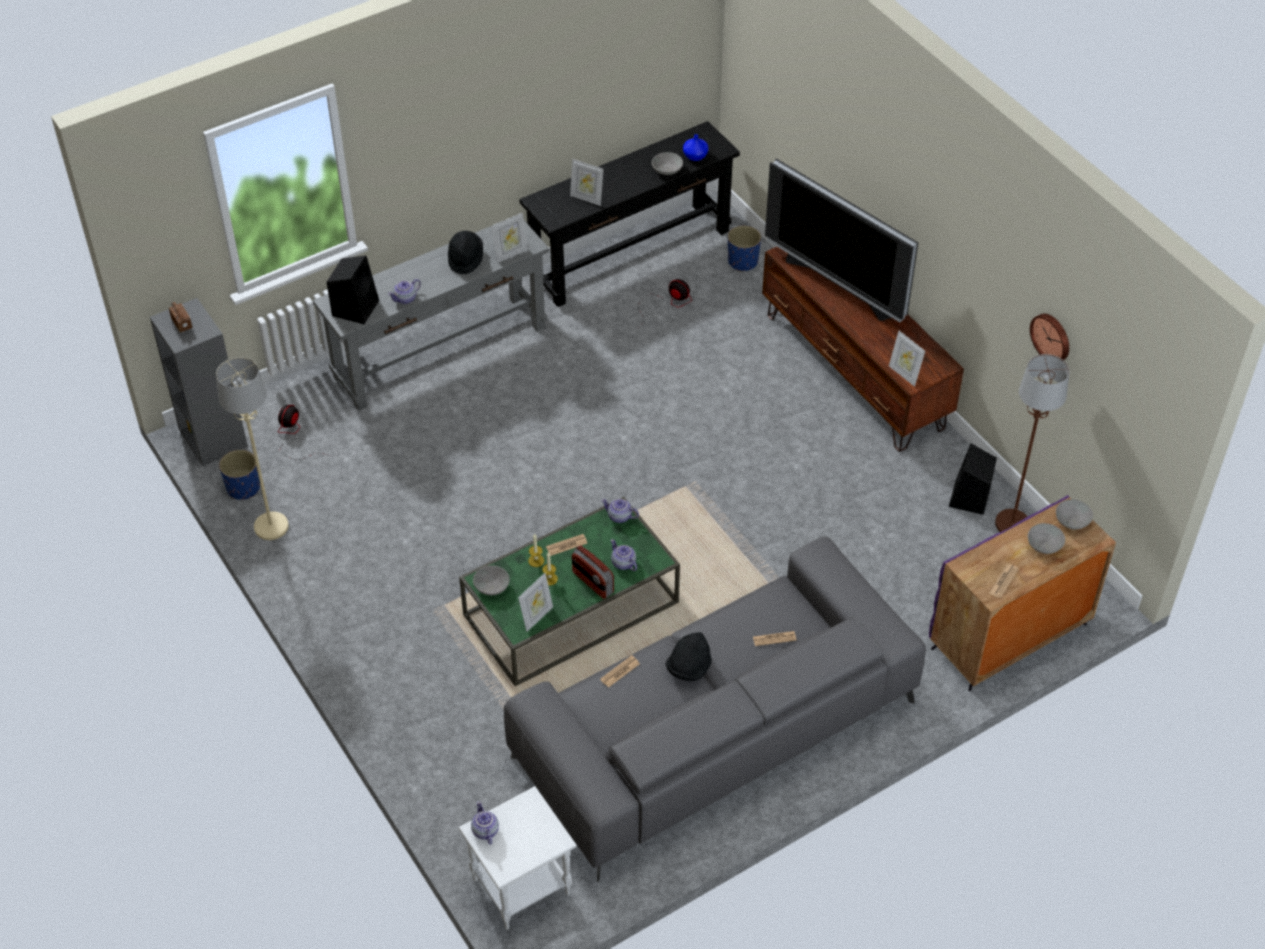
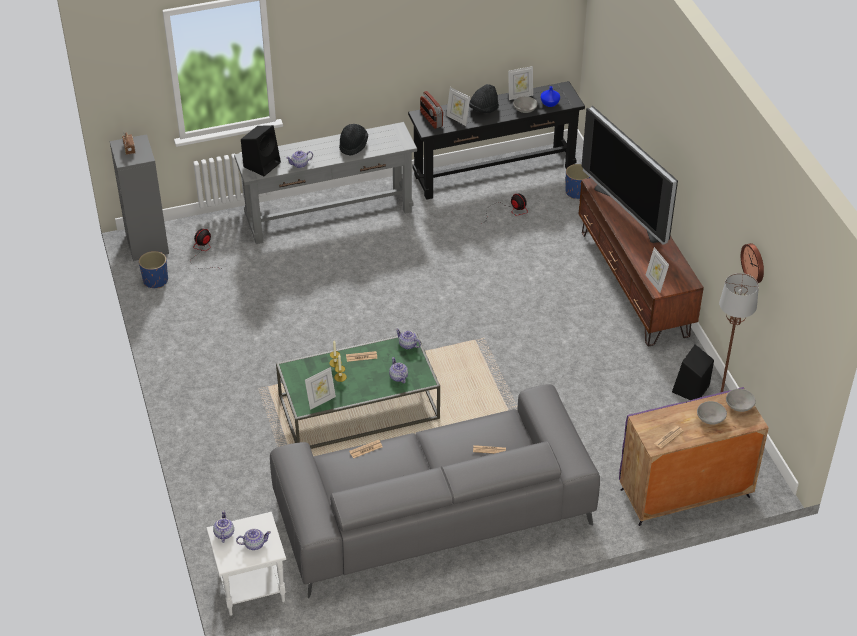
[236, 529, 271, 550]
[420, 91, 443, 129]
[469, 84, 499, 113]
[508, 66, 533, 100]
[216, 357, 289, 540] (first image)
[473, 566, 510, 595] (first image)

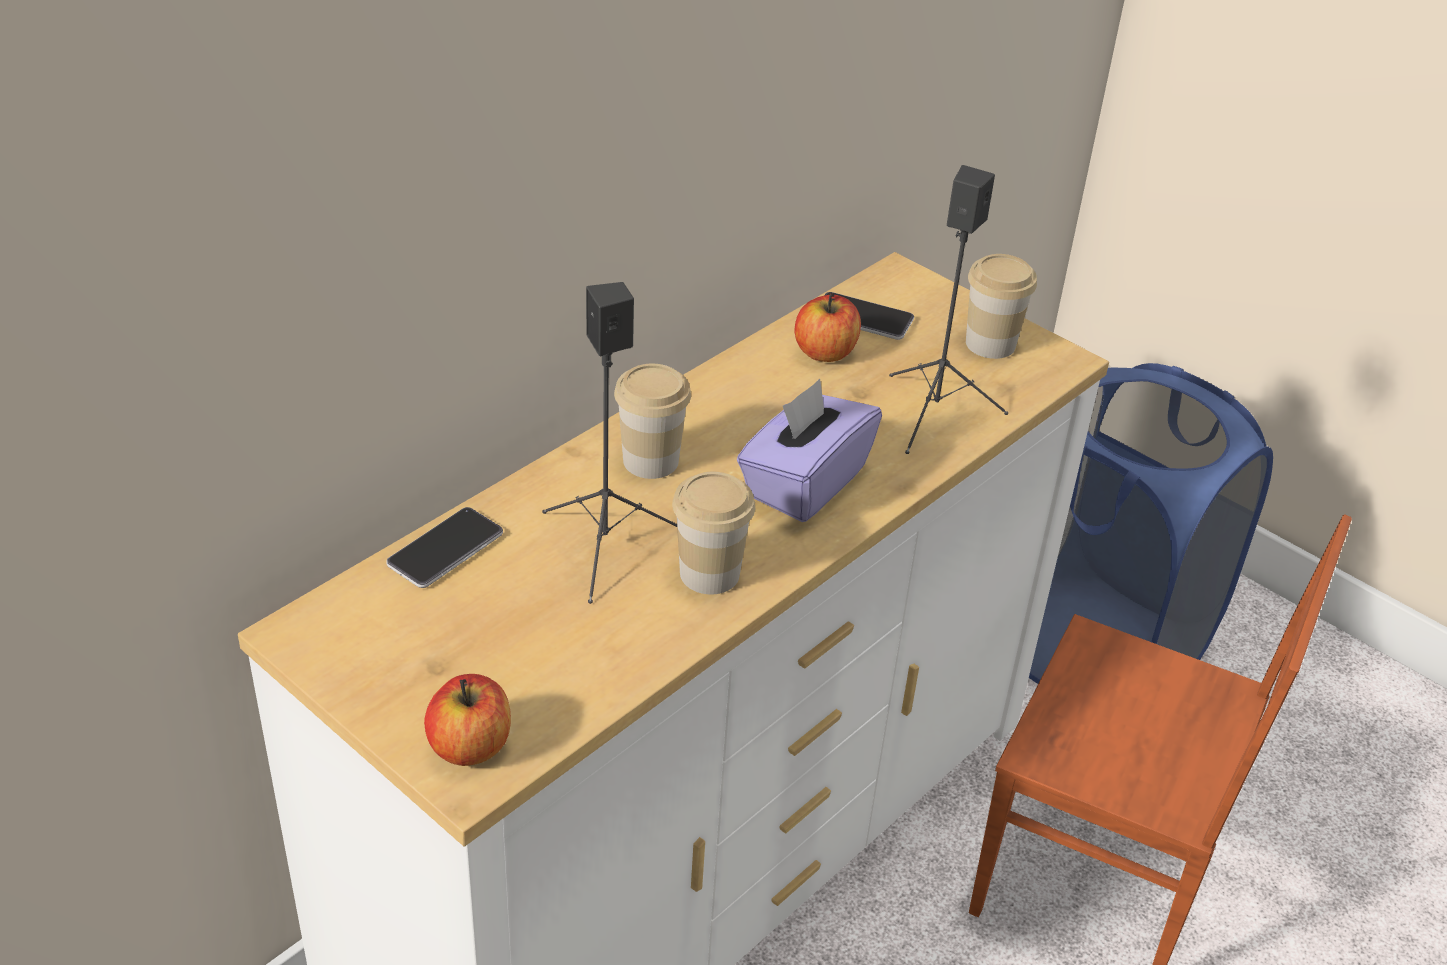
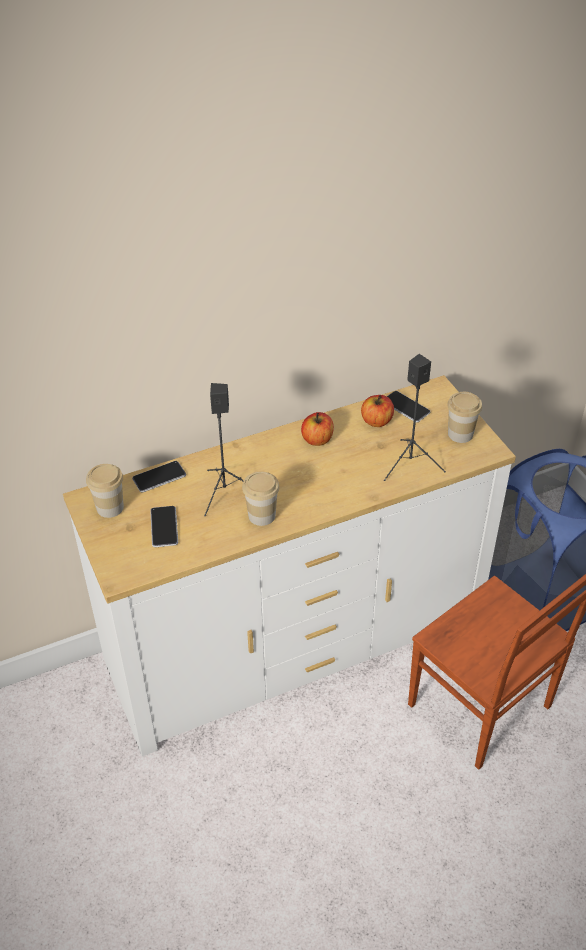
[86, 464, 124, 518]
[150, 506, 178, 547]
[301, 412, 334, 446]
[737, 379, 882, 522] (first image)

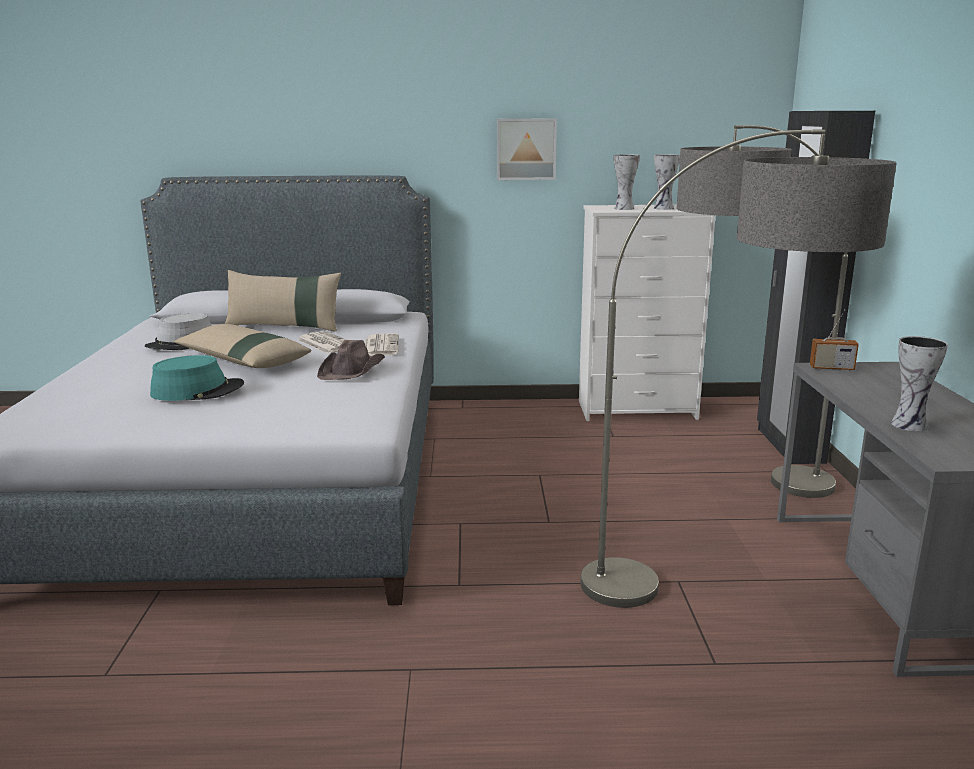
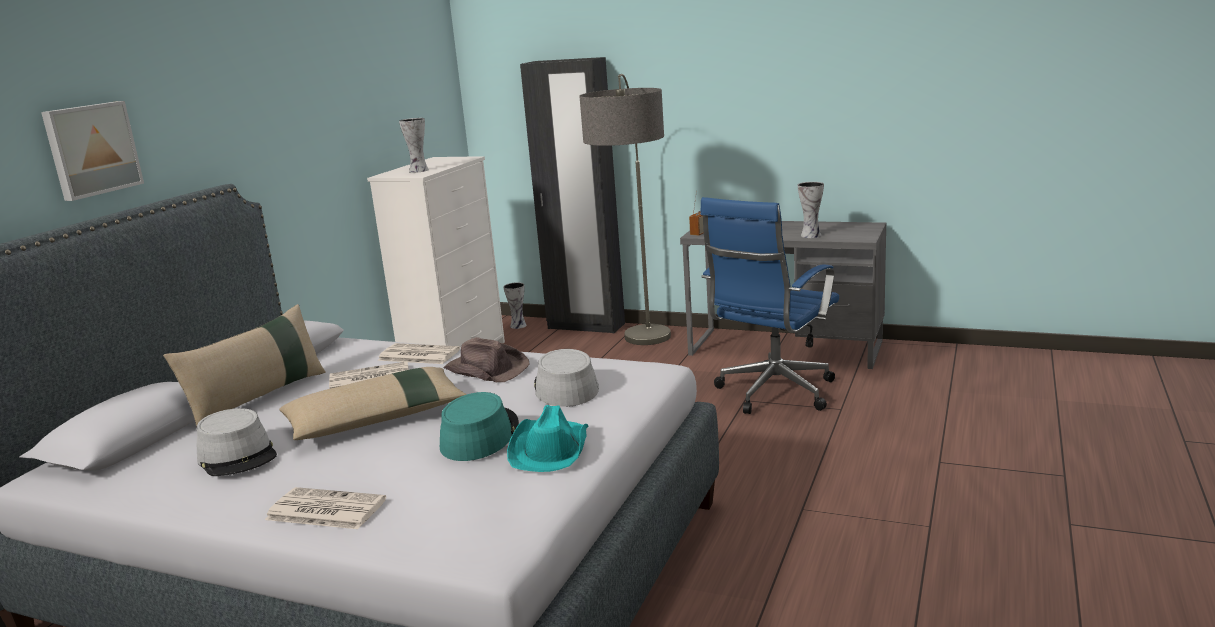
[41, 101, 144, 201]
[265, 487, 386, 529]
[503, 282, 527, 329]
[507, 405, 589, 472]
[534, 349, 599, 407]
[700, 197, 839, 414]

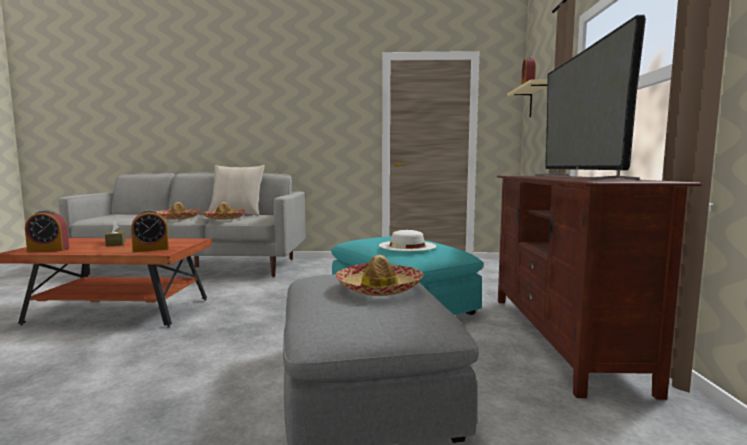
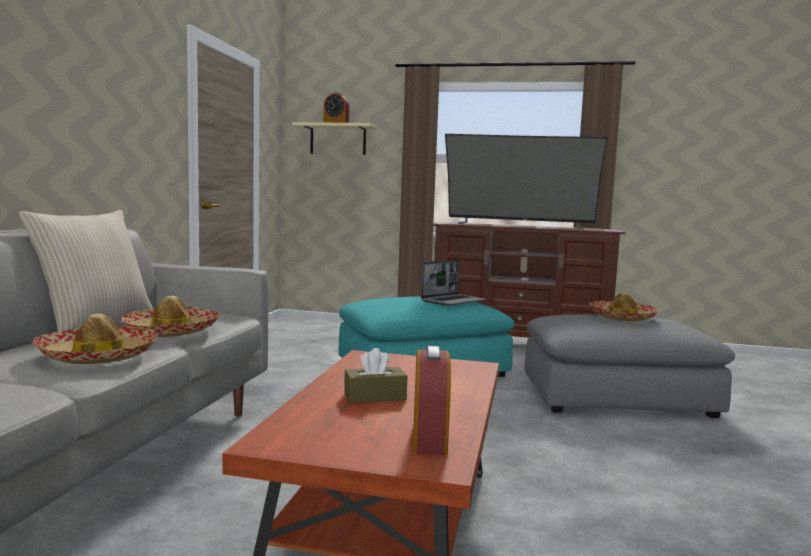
[421, 260, 485, 306]
[131, 210, 169, 252] (first image)

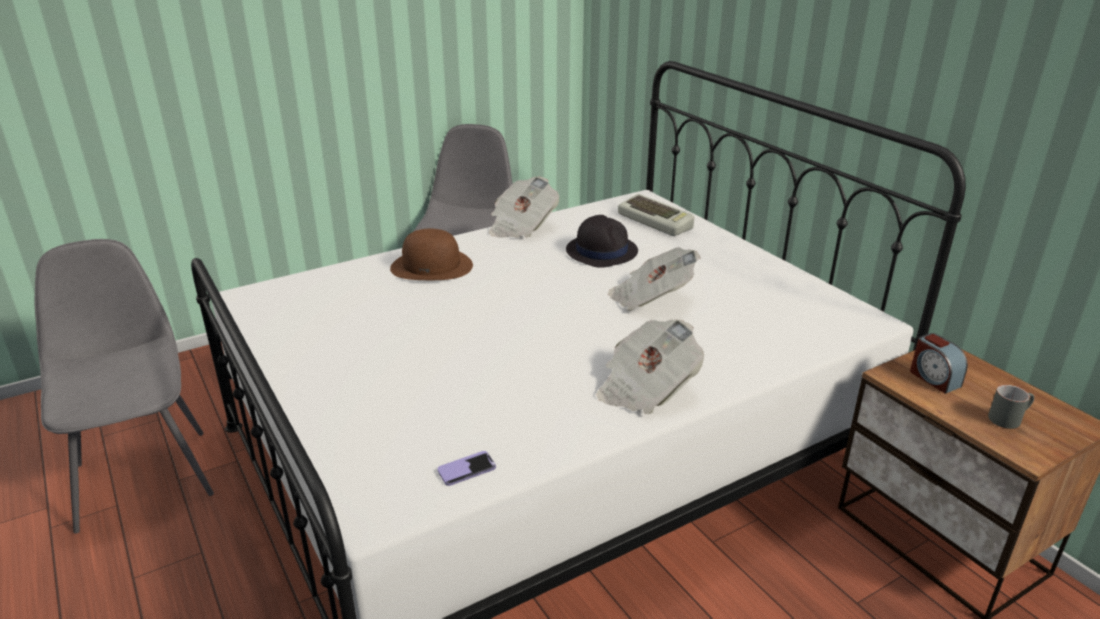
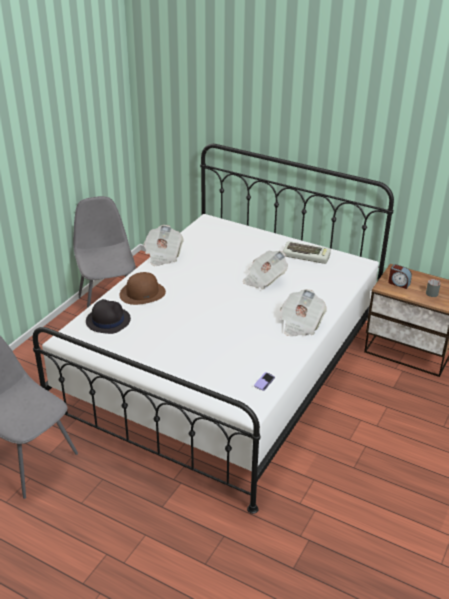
[86, 299, 131, 334]
[283, 241, 331, 264]

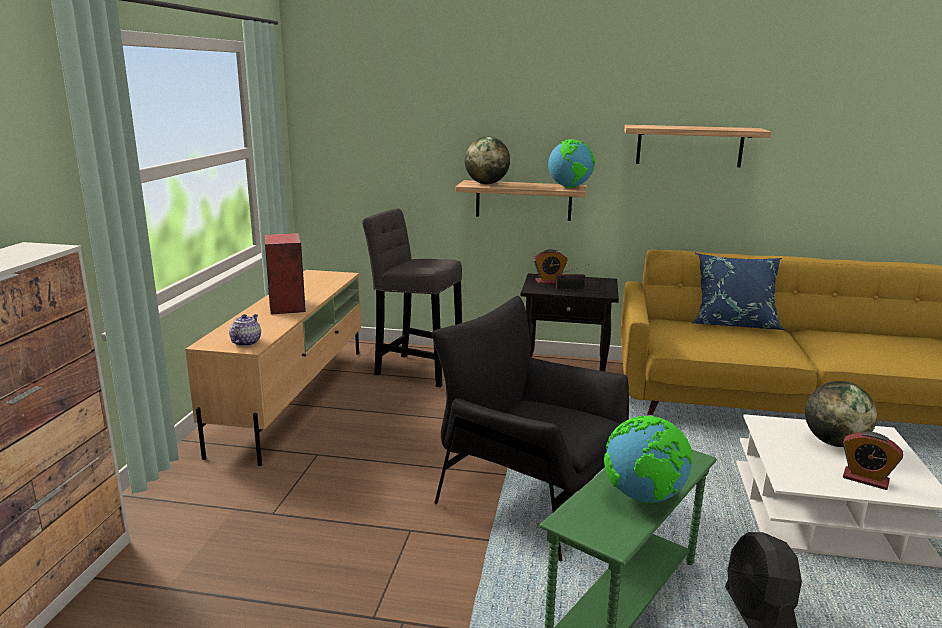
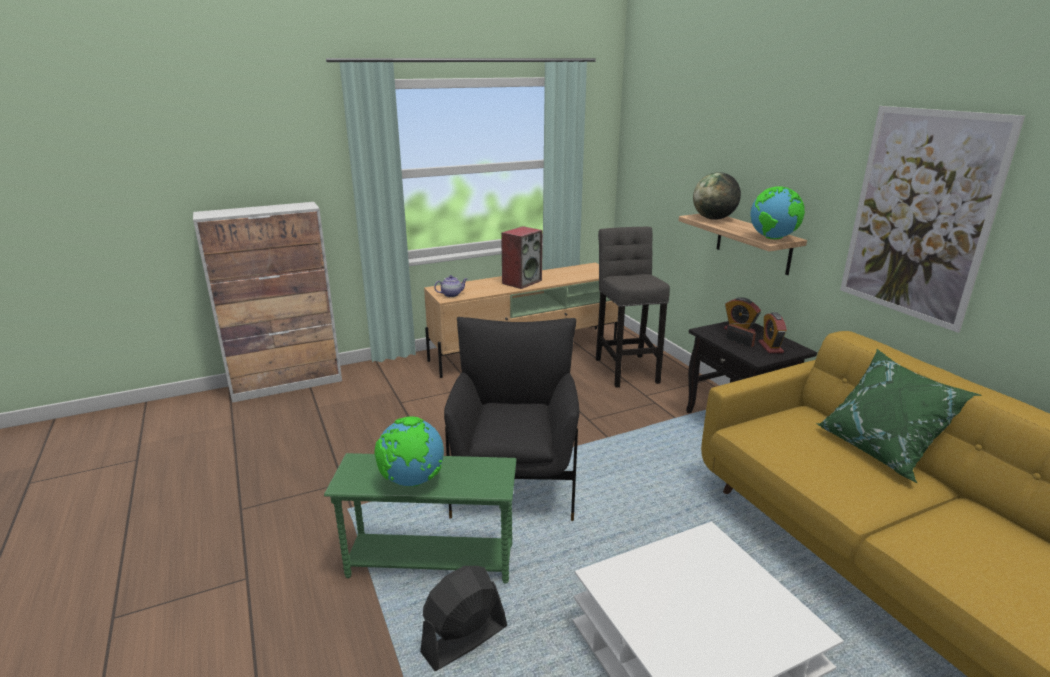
[758, 312, 787, 353]
[816, 349, 982, 483]
[840, 106, 1025, 333]
[805, 381, 877, 447] (first image)

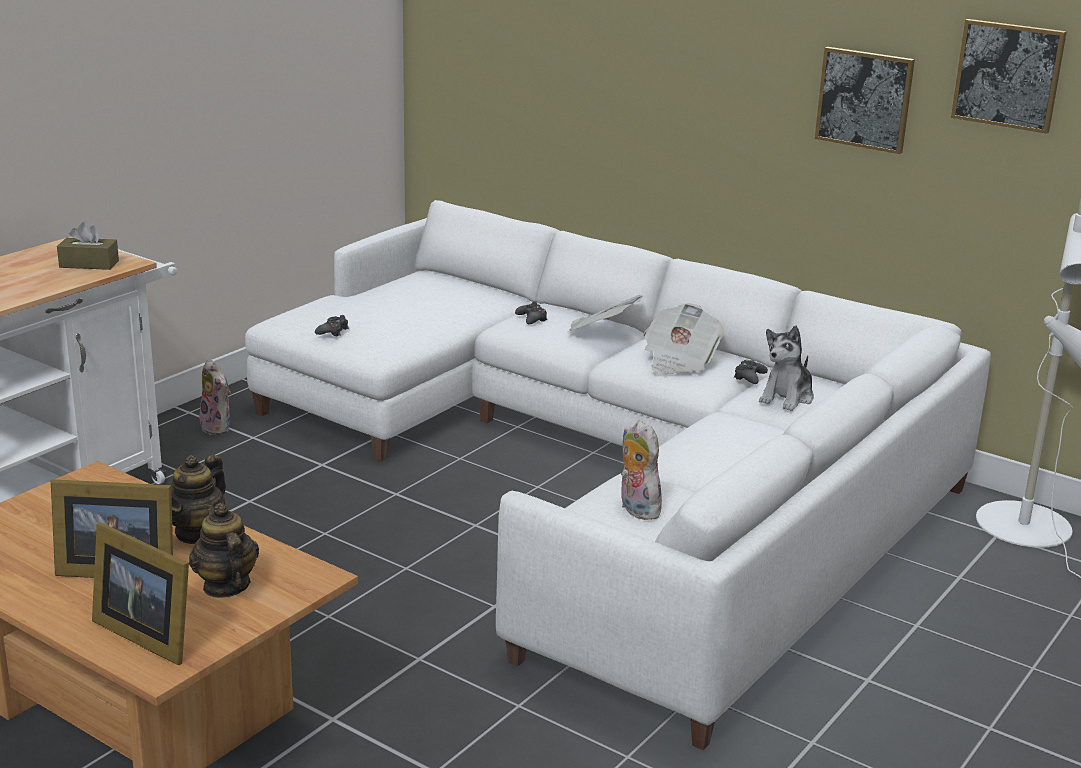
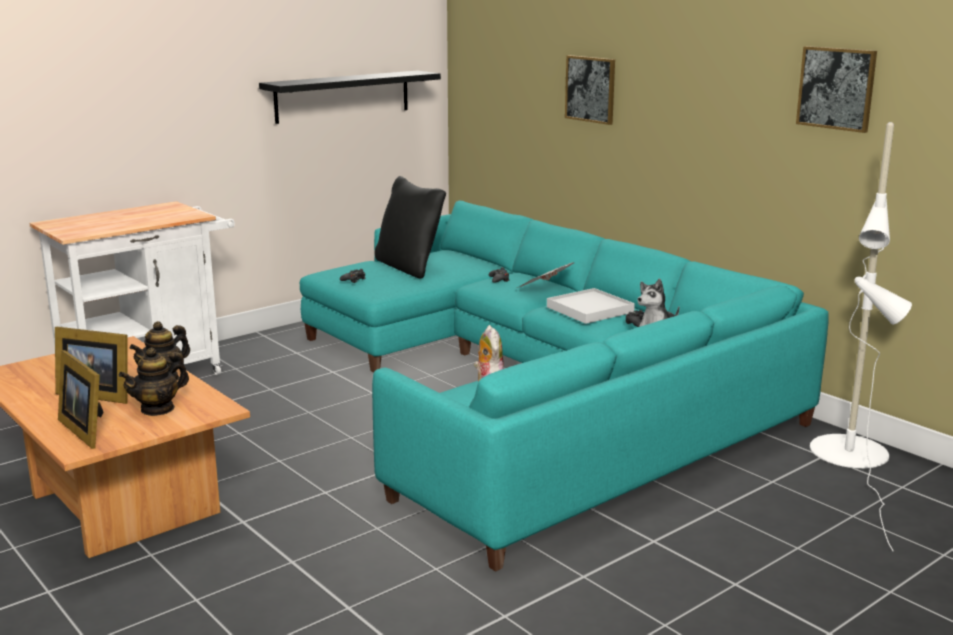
[119, 347, 189, 416]
[259, 71, 441, 124]
[300, 201, 829, 572]
[375, 176, 446, 278]
[547, 288, 635, 324]
[565, 55, 615, 125]
[57, 222, 119, 270] (first image)
[199, 359, 231, 435] (first image)

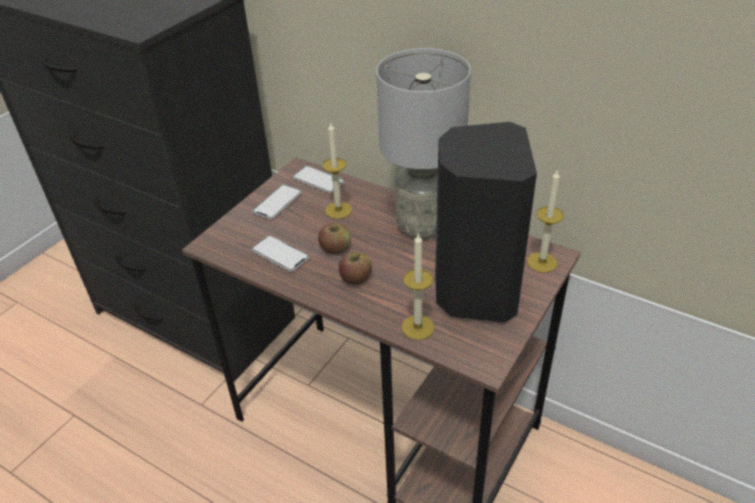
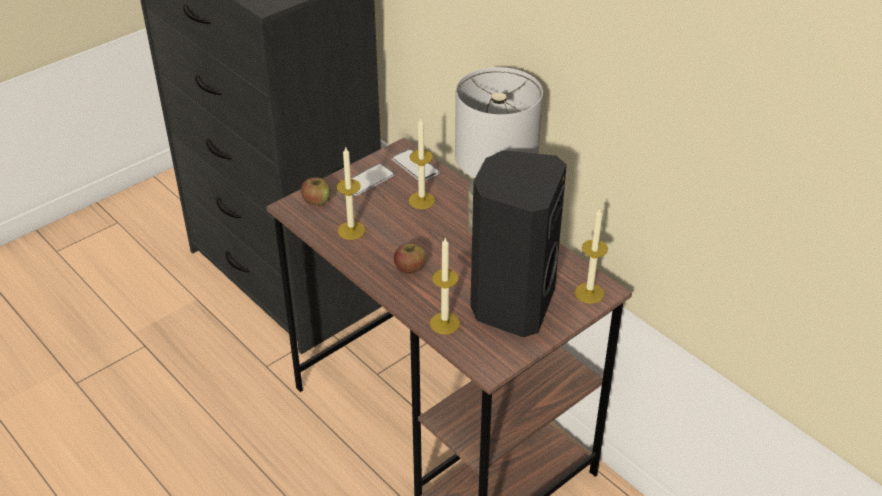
[301, 177, 331, 206]
[336, 146, 365, 240]

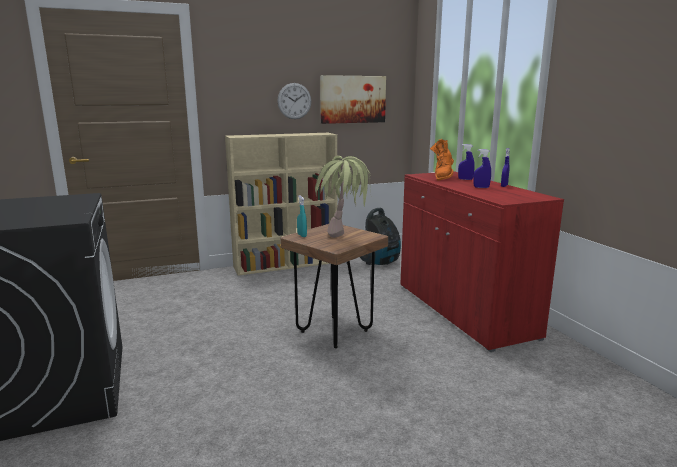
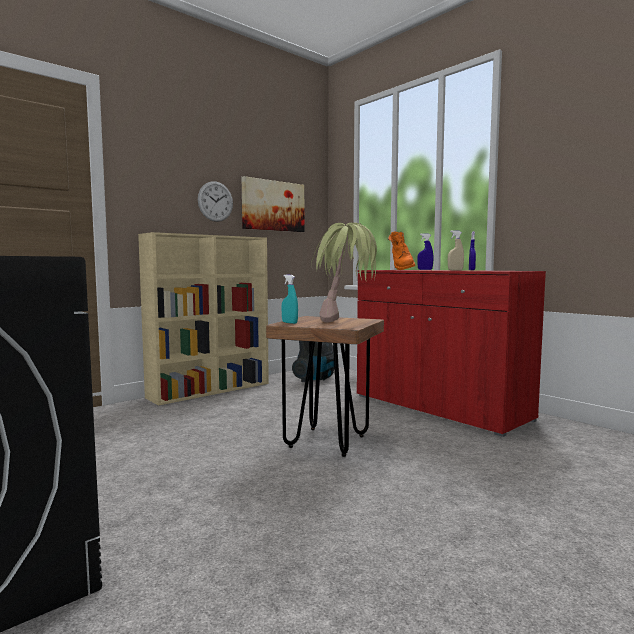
[448, 230, 464, 270]

